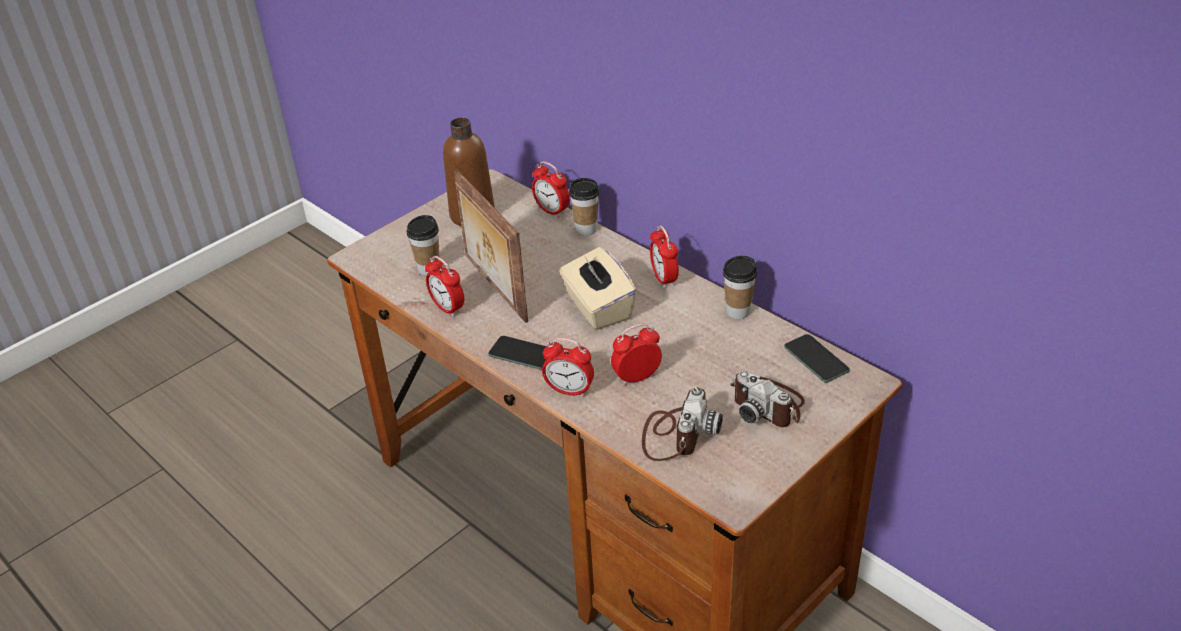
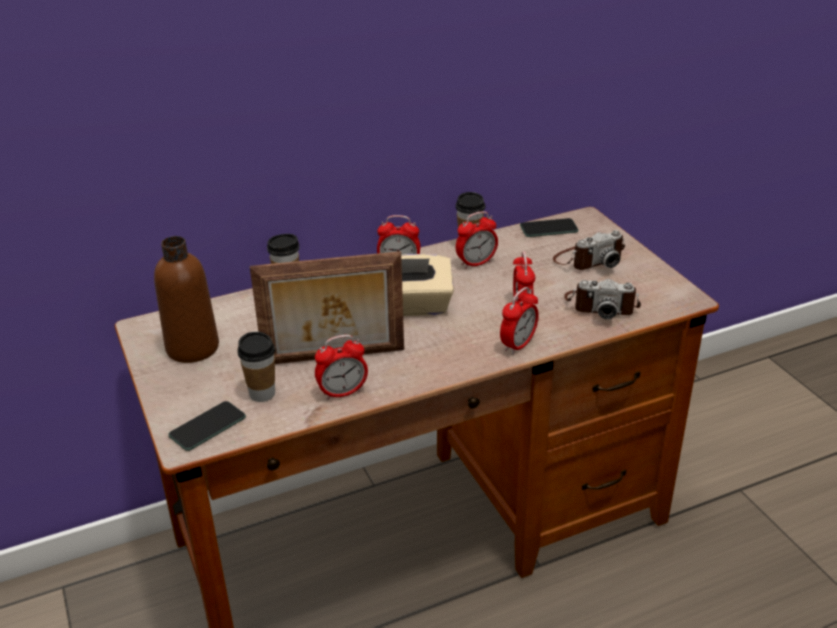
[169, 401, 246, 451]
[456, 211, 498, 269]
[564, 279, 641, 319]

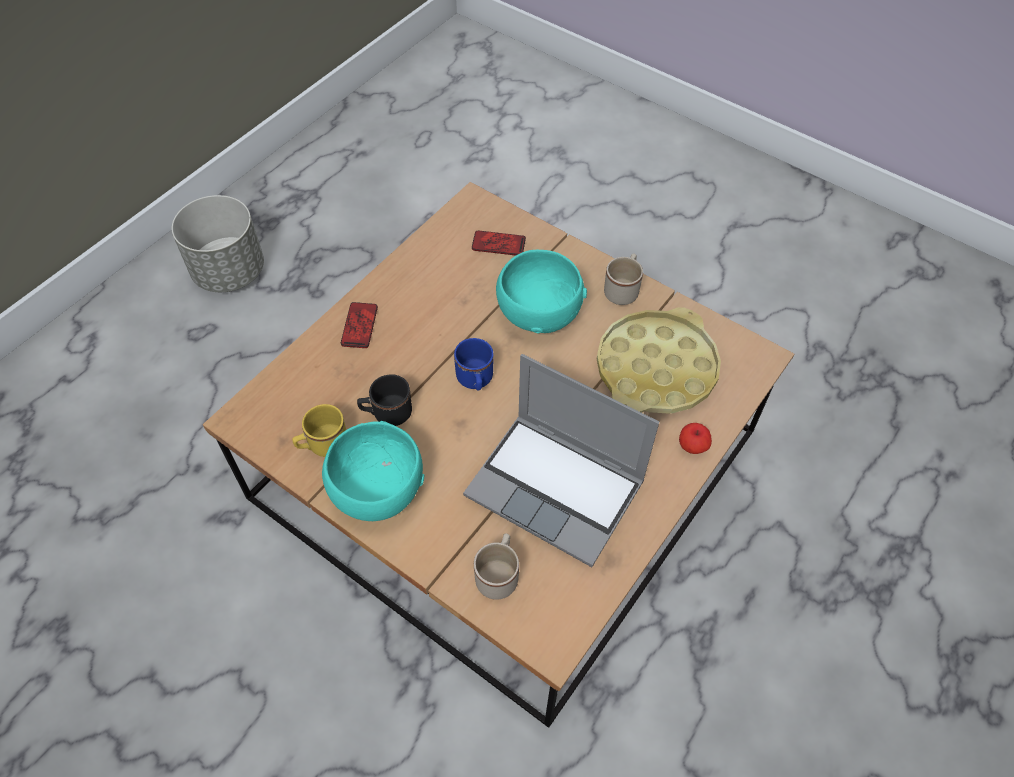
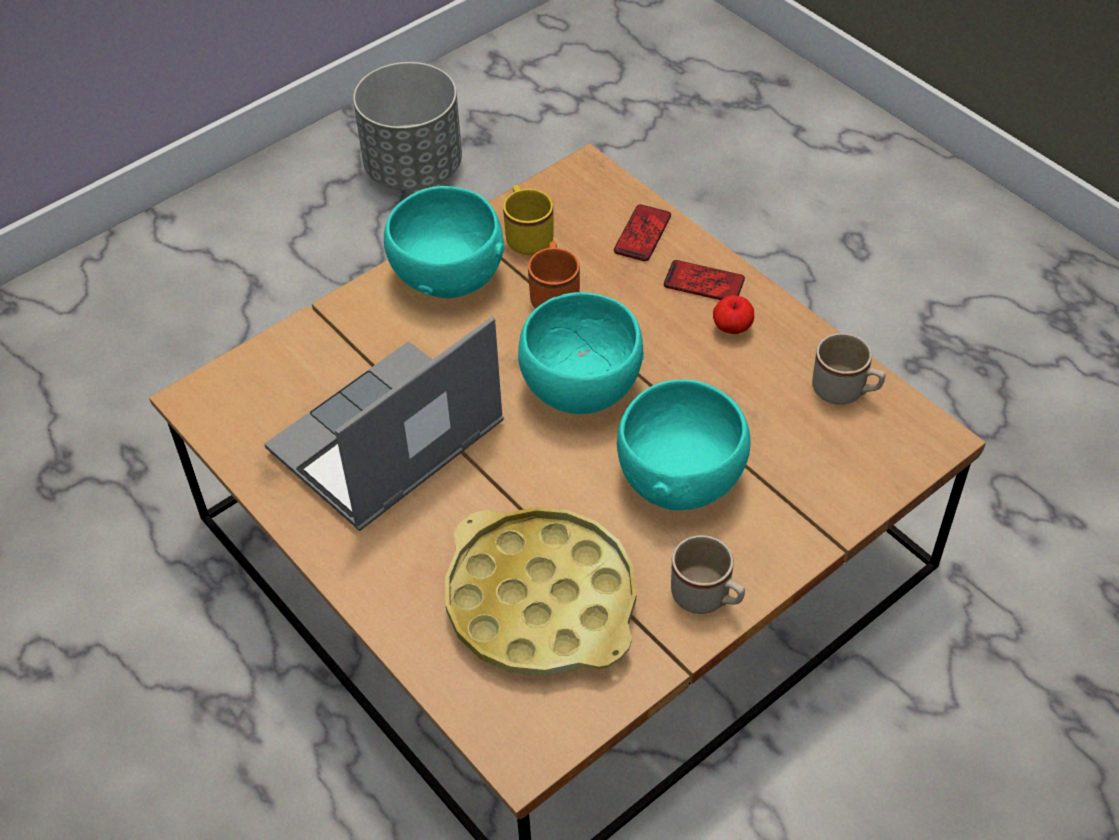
[353, 62, 462, 190]
[518, 292, 644, 414]
[528, 241, 580, 309]
[614, 204, 671, 261]
[713, 295, 754, 334]
[812, 333, 886, 405]

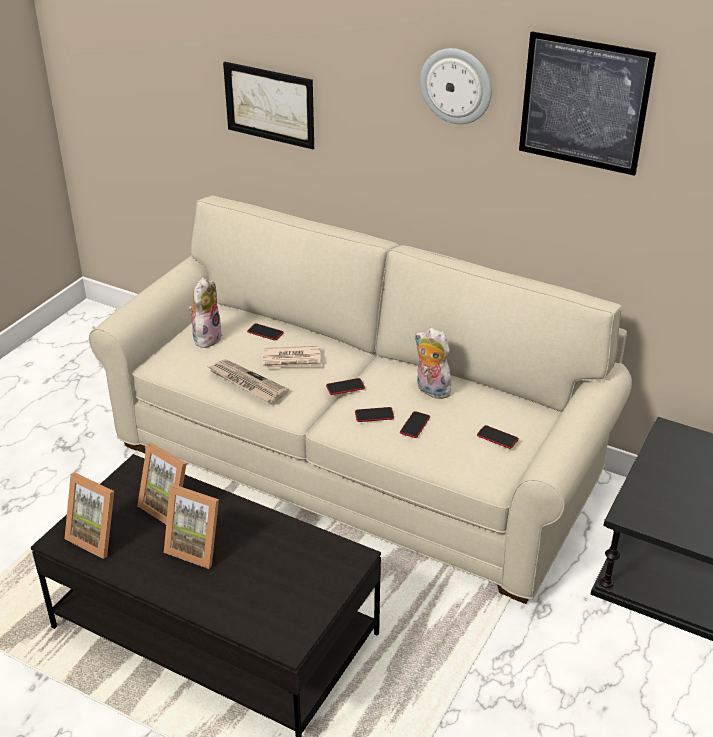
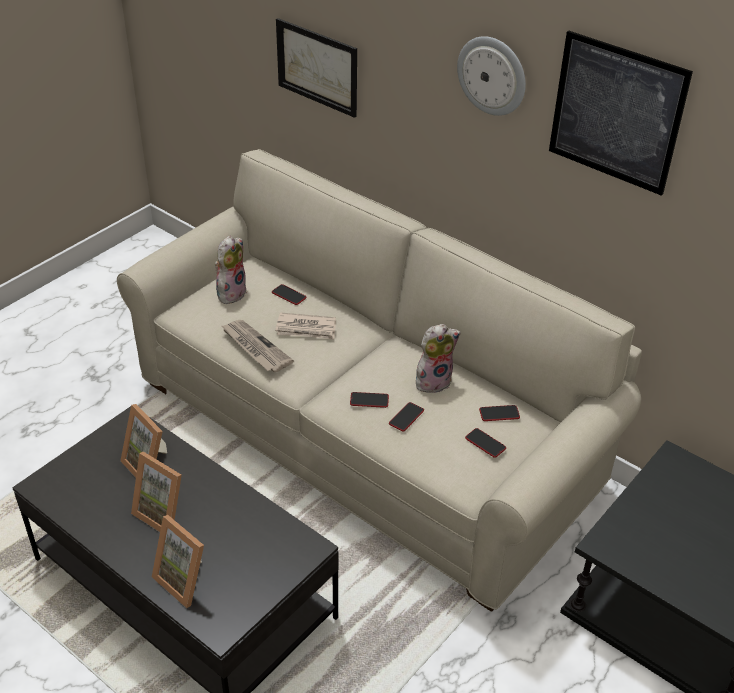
[152, 515, 204, 608]
[416, 324, 461, 393]
[479, 405, 520, 421]

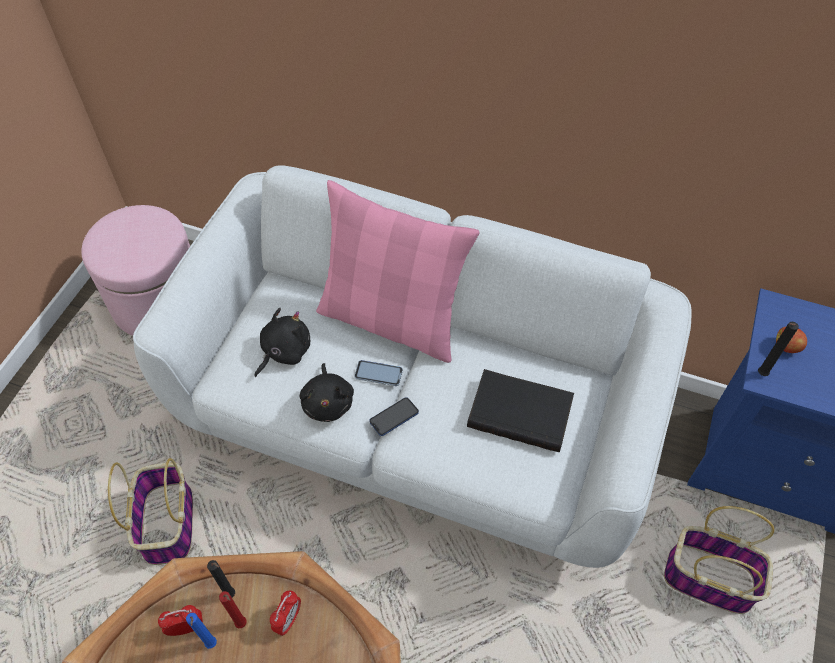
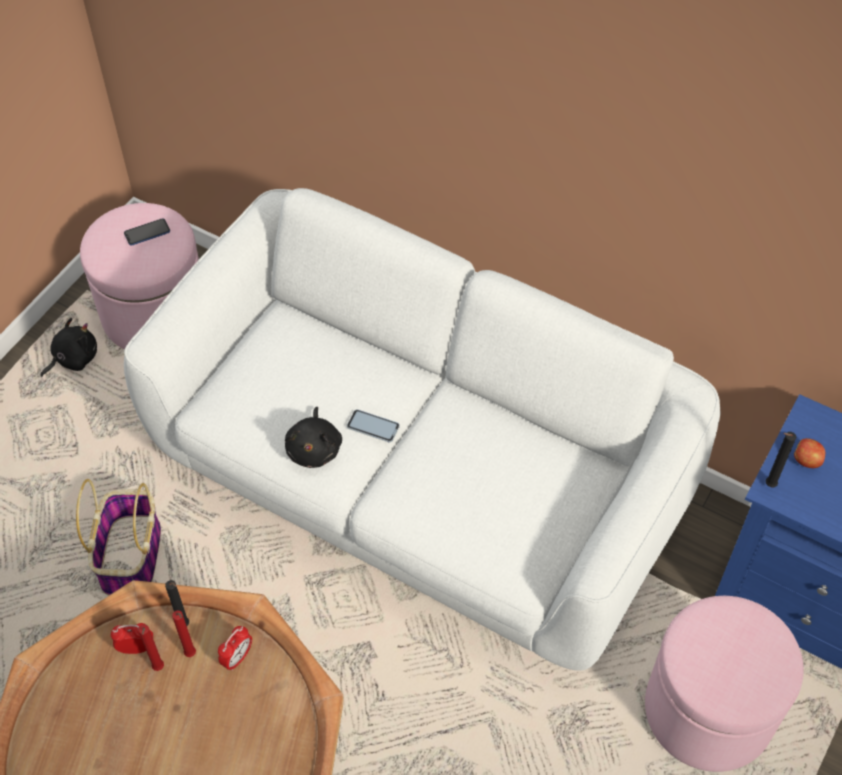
[40, 318, 97, 377]
[124, 218, 170, 246]
[138, 624, 164, 671]
[645, 596, 804, 772]
[316, 180, 479, 363] (first image)
[467, 369, 574, 452] (first image)

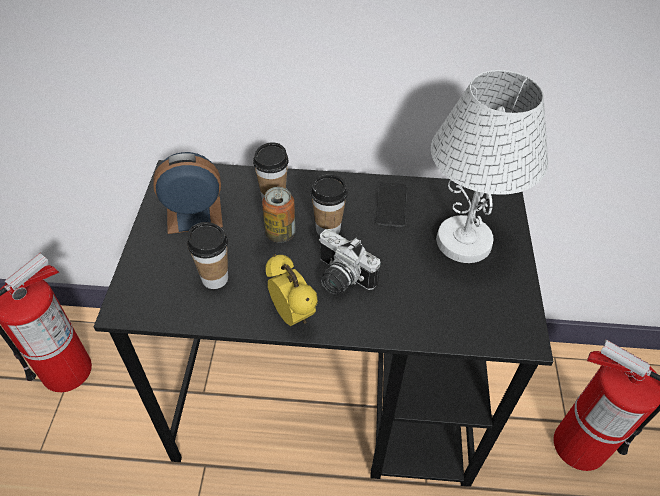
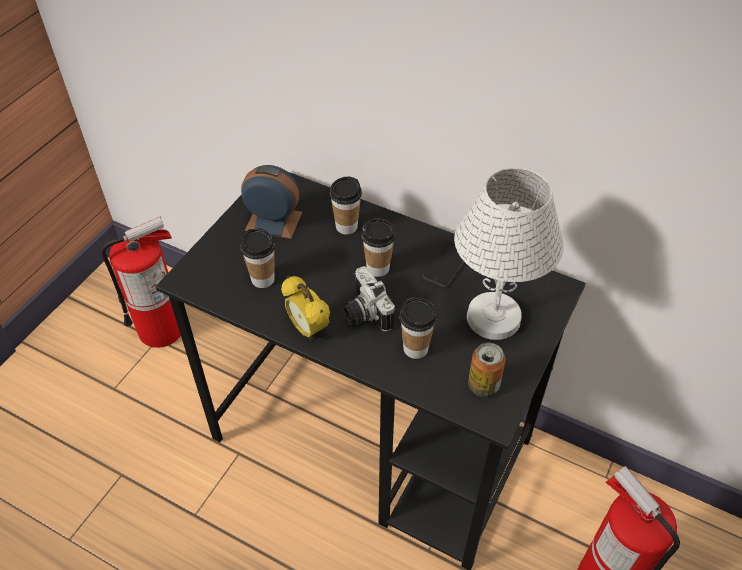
[281, 276, 330, 341]
[400, 297, 437, 359]
[468, 343, 506, 397]

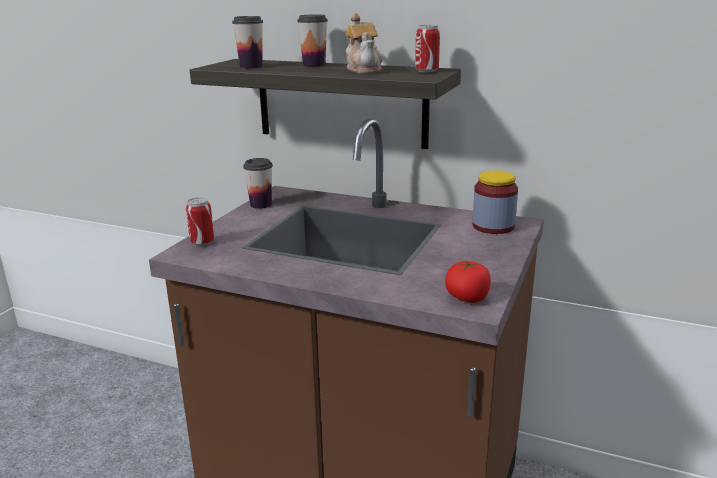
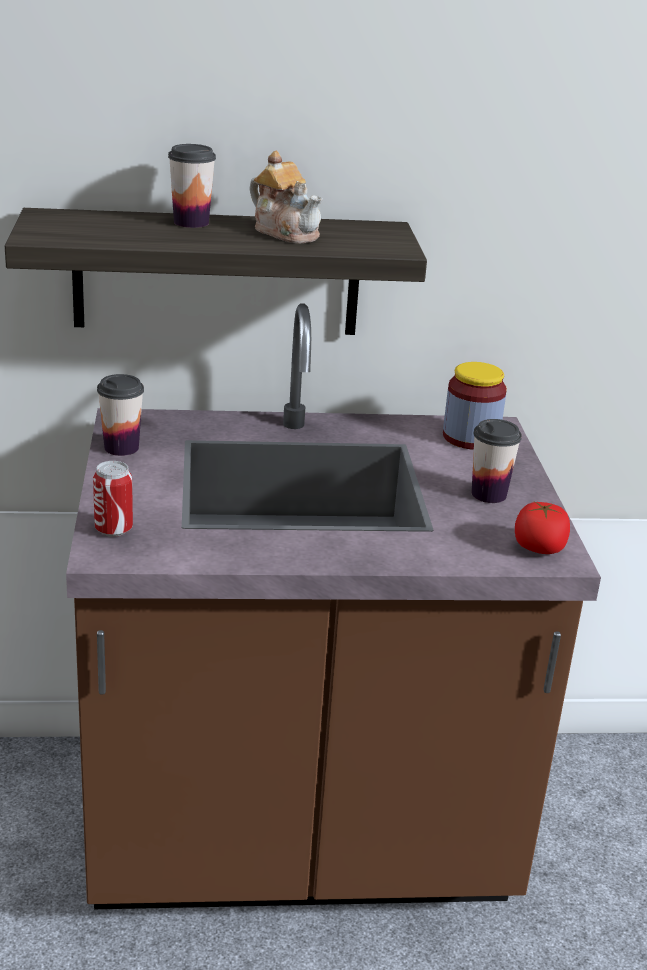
[472, 419, 522, 503]
[415, 25, 440, 73] (first image)

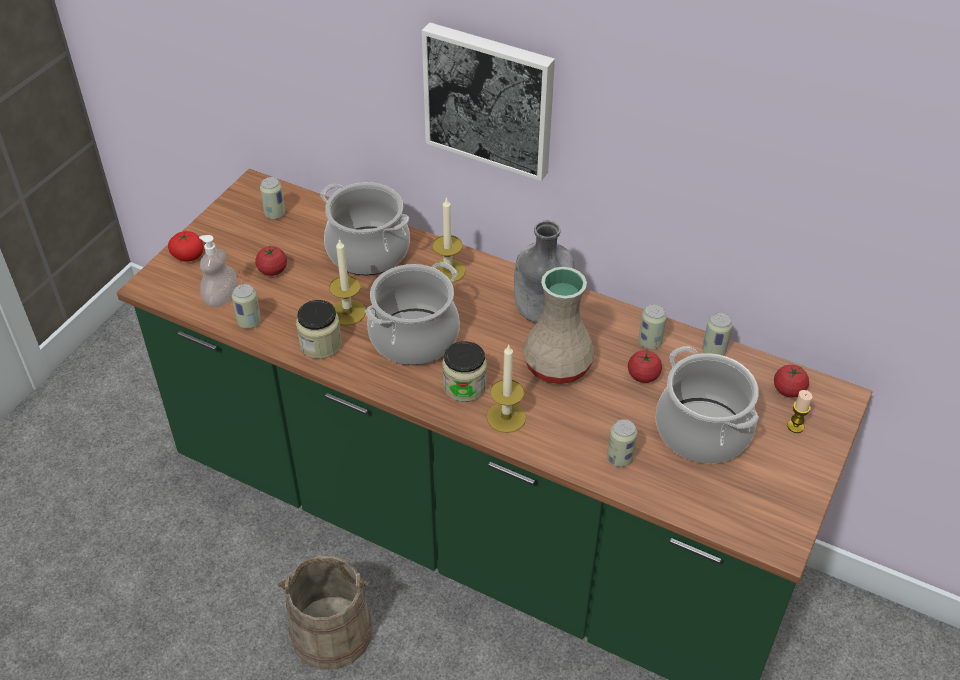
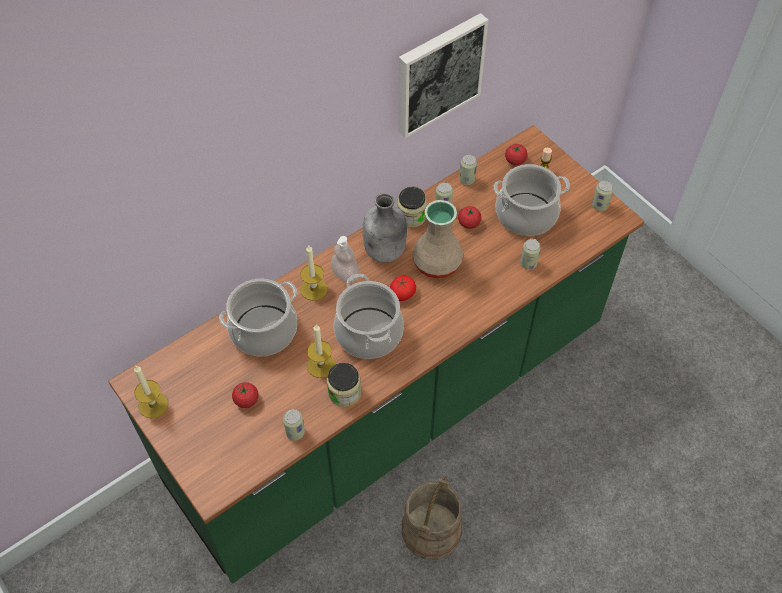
[134, 366, 168, 418]
[331, 236, 360, 283]
[390, 276, 416, 301]
[397, 187, 427, 228]
[398, 13, 488, 138]
[592, 181, 614, 211]

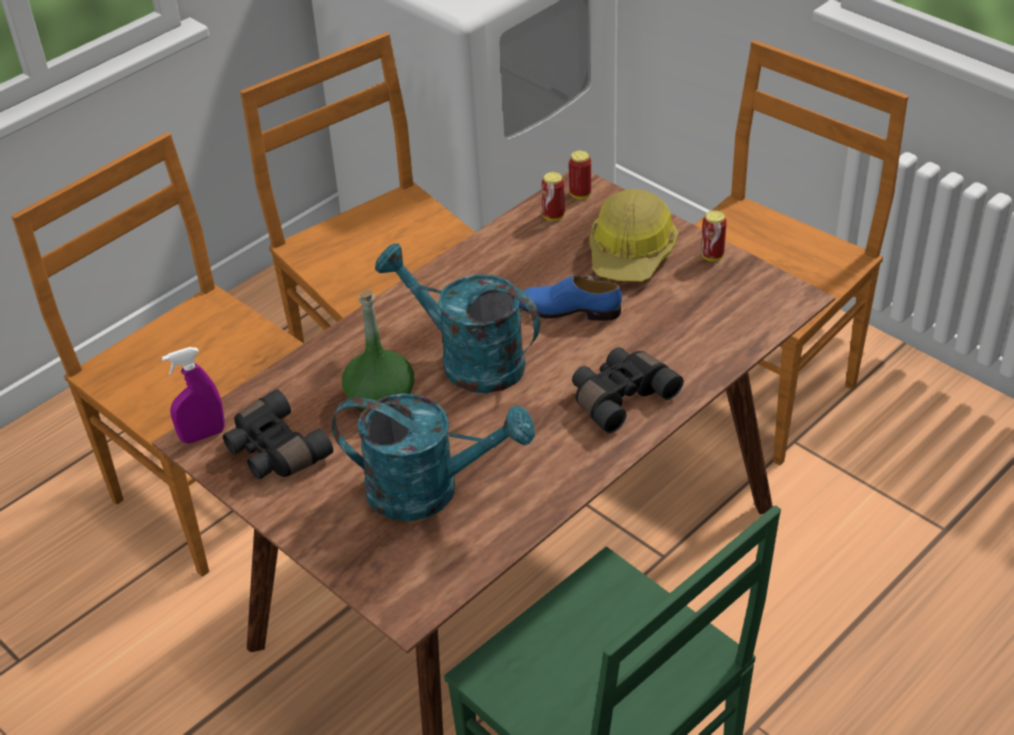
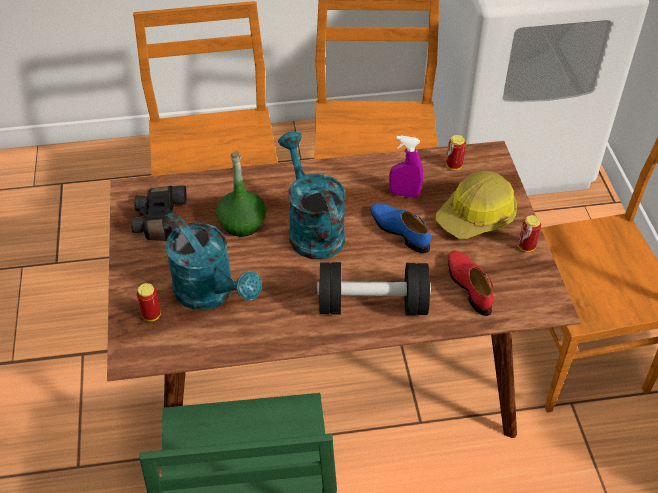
[137, 283, 161, 322]
[317, 262, 431, 315]
[389, 136, 423, 198]
[448, 251, 494, 316]

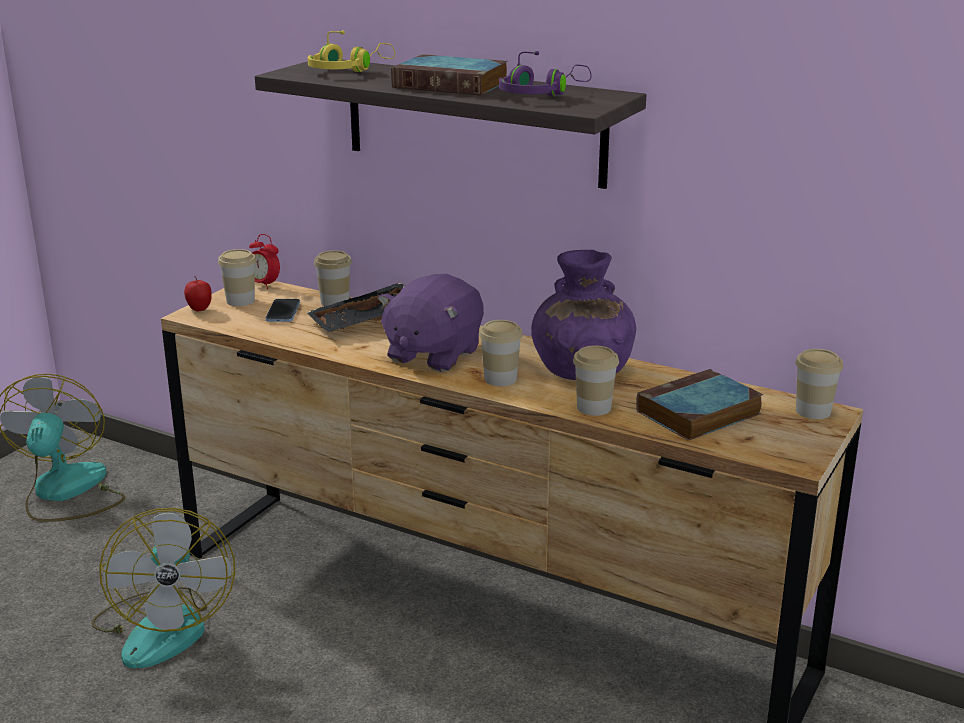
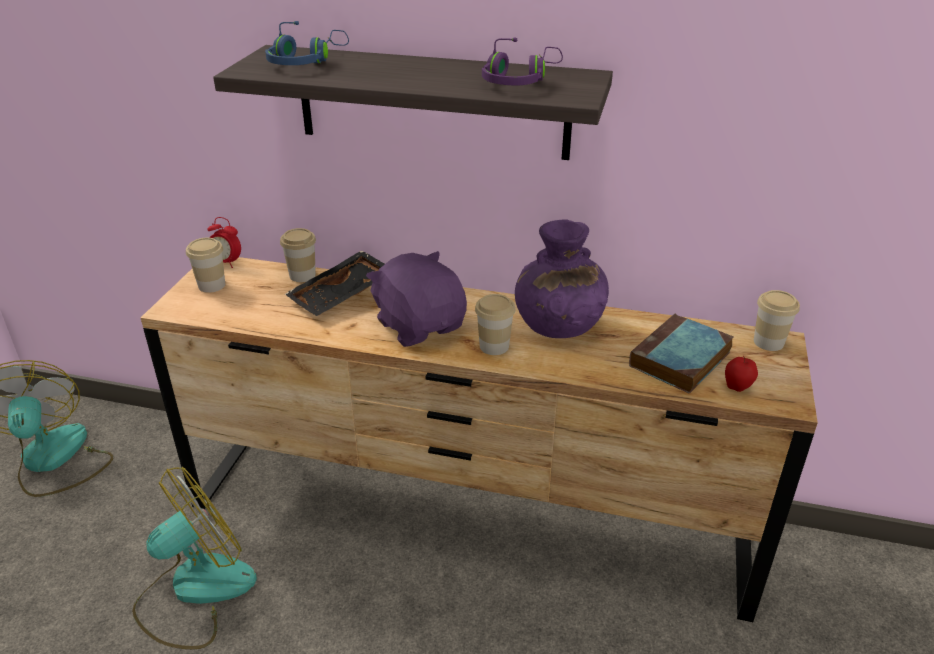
[132, 467, 257, 649]
[265, 21, 349, 65]
[366, 251, 467, 347]
[725, 356, 758, 392]
[266, 299, 300, 322] (first image)
[391, 54, 508, 96] (first image)
[573, 345, 619, 416] (first image)

